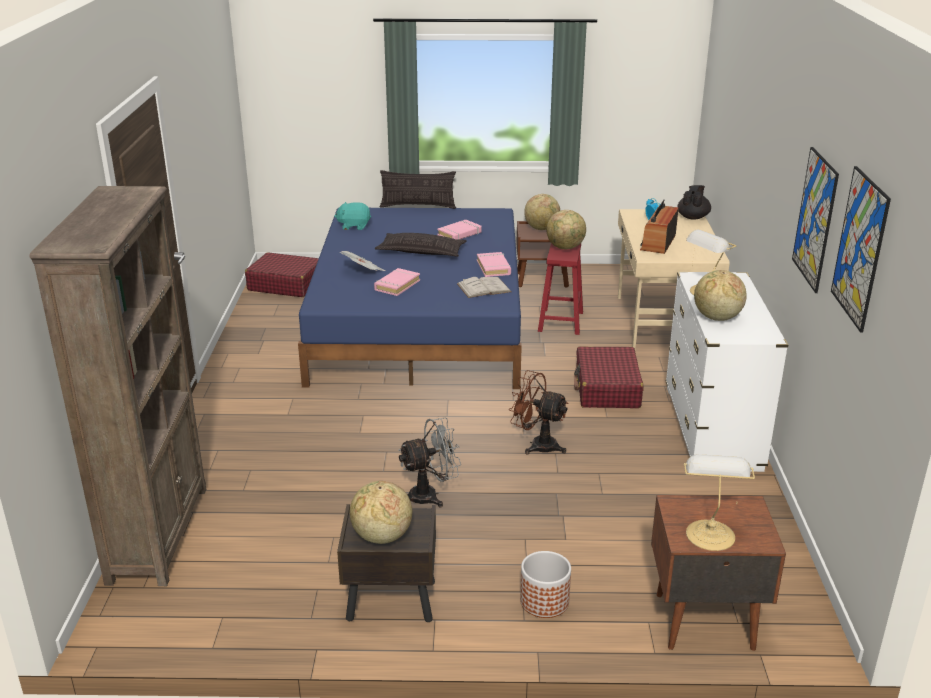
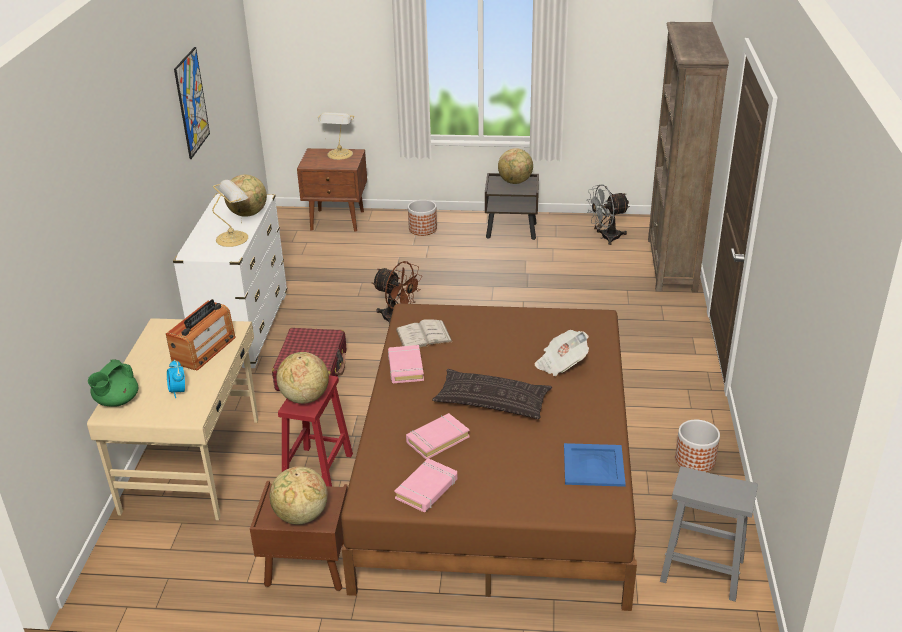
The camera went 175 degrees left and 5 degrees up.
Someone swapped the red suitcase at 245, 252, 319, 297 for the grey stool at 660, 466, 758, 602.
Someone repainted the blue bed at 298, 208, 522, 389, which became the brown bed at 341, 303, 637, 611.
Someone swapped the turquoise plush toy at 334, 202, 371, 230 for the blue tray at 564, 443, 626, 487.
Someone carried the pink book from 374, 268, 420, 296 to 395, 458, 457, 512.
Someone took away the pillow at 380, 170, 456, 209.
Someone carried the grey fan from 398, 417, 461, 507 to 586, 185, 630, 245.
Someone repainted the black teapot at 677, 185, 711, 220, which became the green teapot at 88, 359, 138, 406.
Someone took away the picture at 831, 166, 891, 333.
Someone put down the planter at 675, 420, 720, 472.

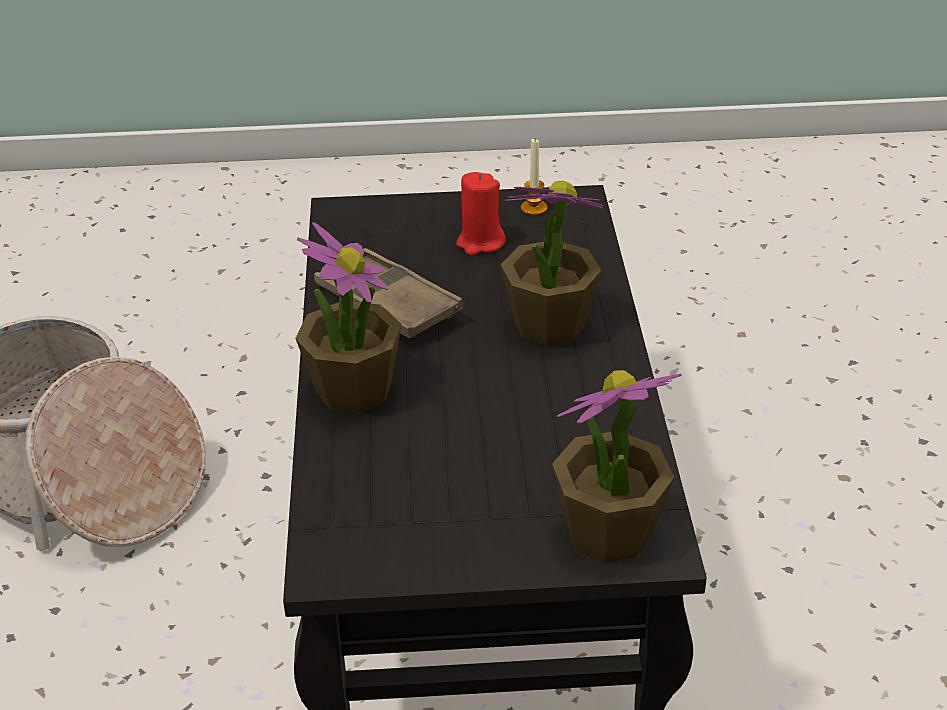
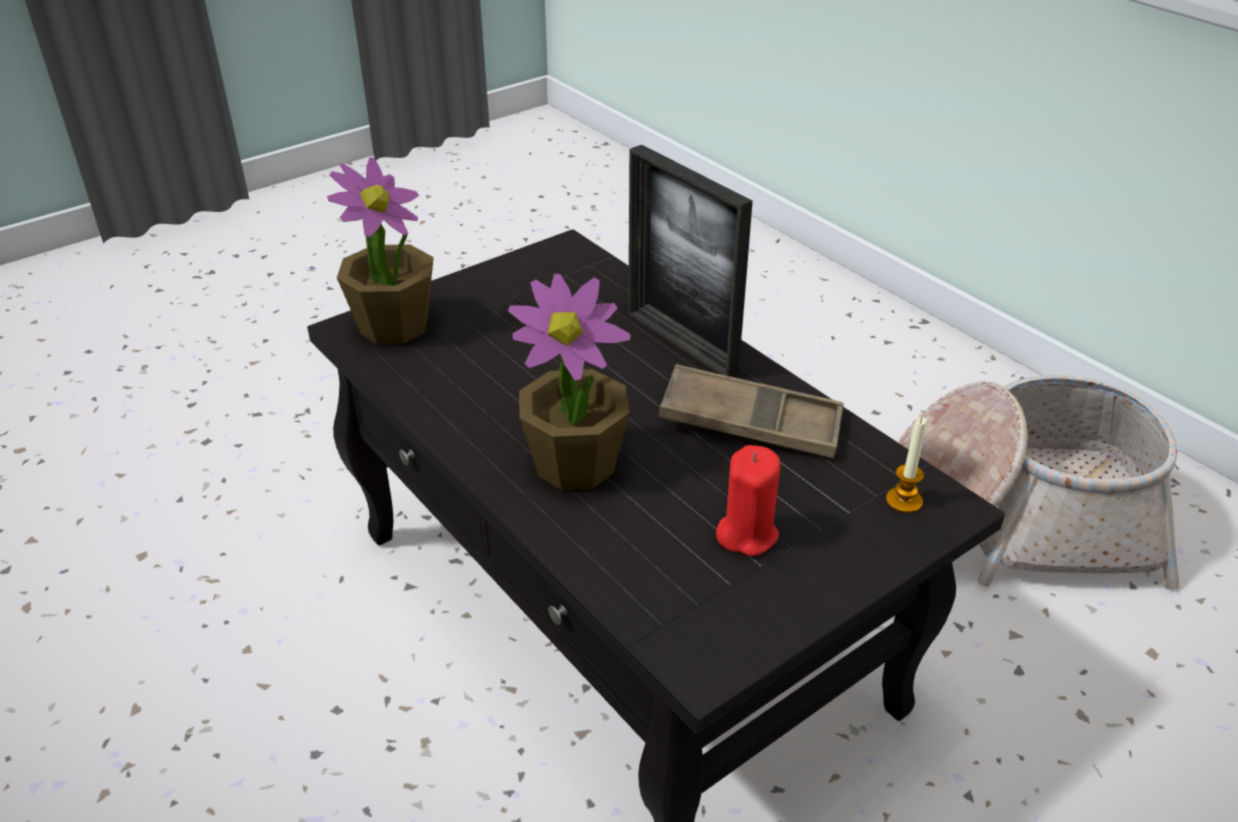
The camera went 145 degrees right and 0 degrees up.
Someone swapped the potted plant at 295, 222, 402, 414 for the picture frame at 628, 145, 753, 377.
Someone carried the candle from 521, 139, 547, 215 to 886, 417, 927, 513.

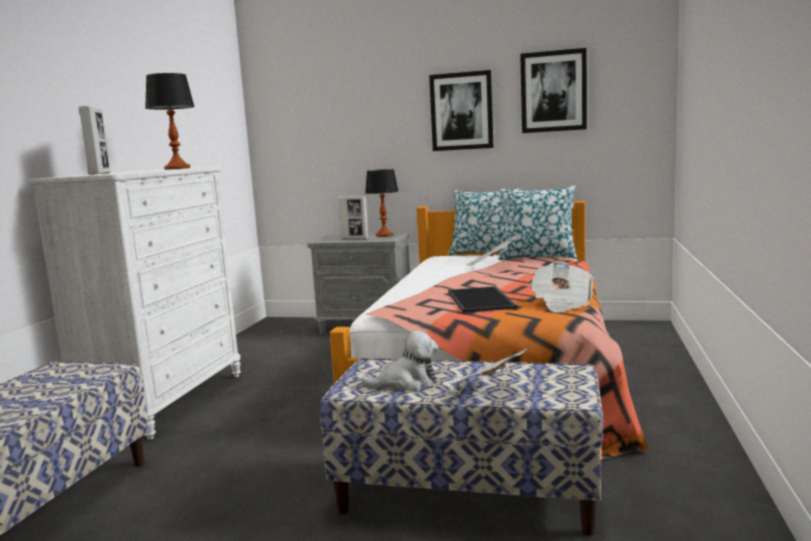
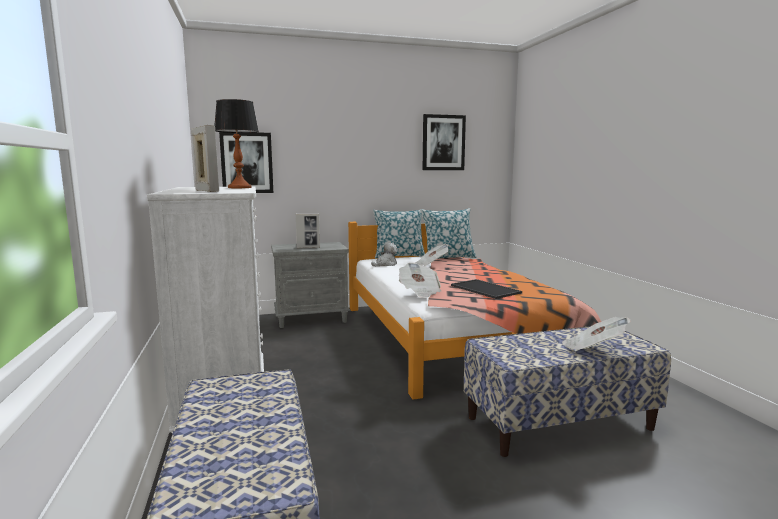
The camera went 30 degrees left and 0 degrees up.
Someone carried the plush toy from 361, 330, 438, 391 to 371, 243, 398, 266.
Someone took away the table lamp at 365, 169, 399, 237.
Someone carried the picture from 429, 70, 493, 151 to 219, 132, 273, 193.
Someone carried the newspaper from 530, 262, 594, 312 to 399, 263, 441, 298.

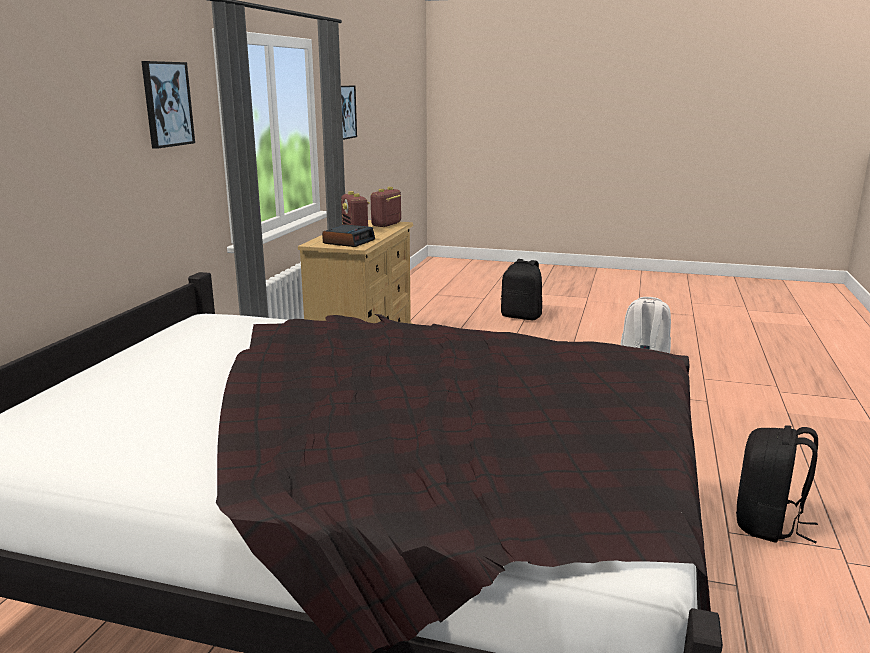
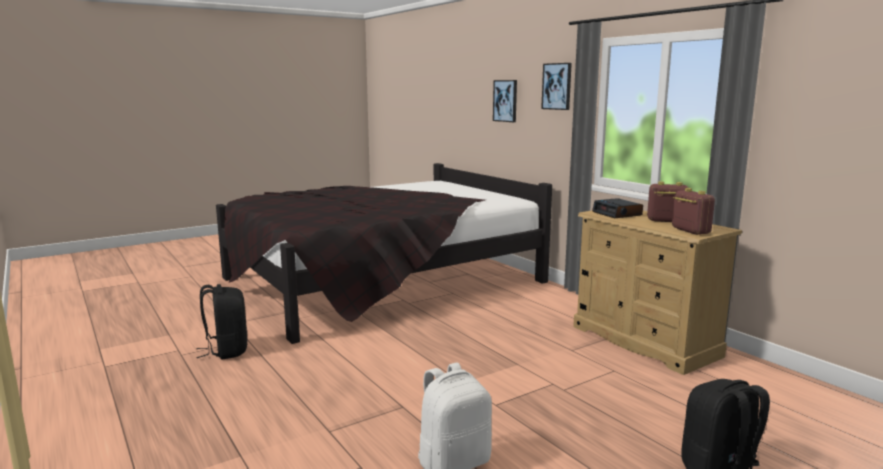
The camera went 130 degrees right and 5 degrees down.
Someone carried the picture from 341, 85, 357, 140 to 493, 80, 517, 122.

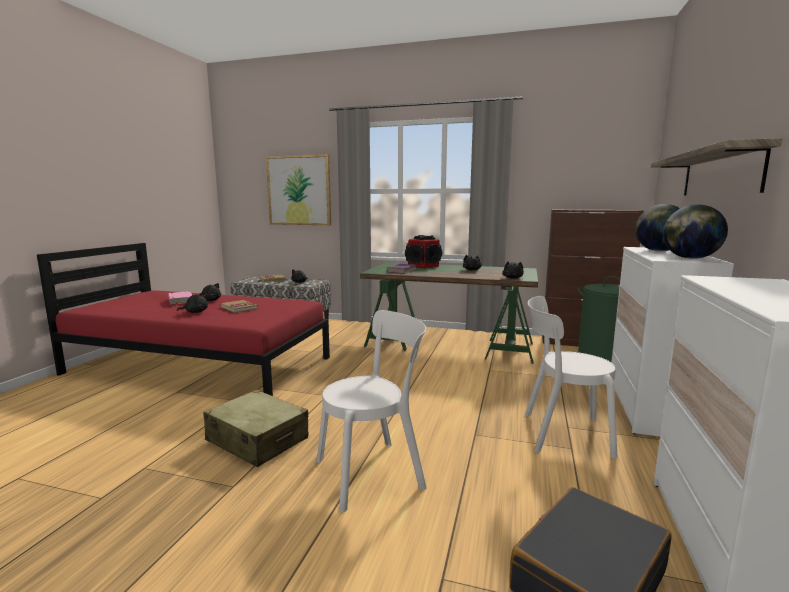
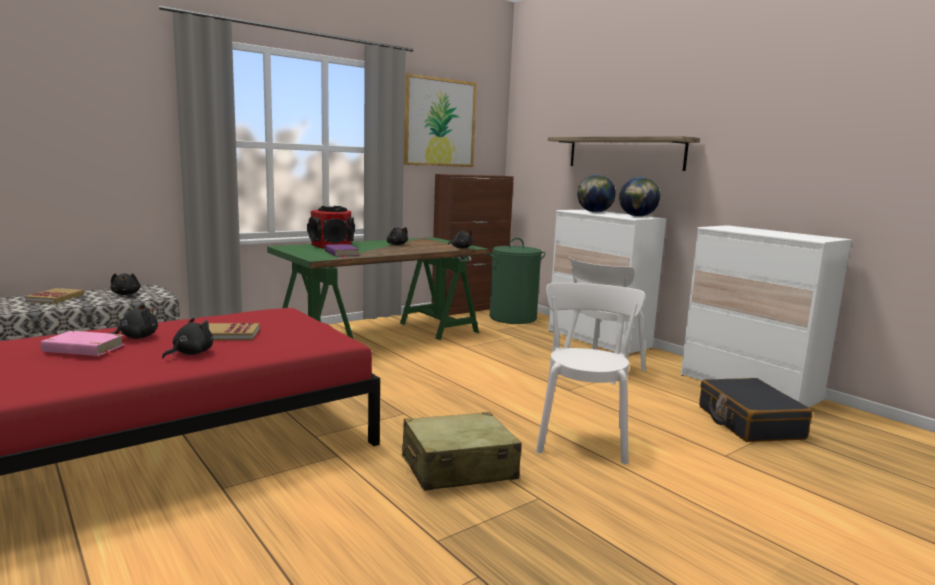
The camera went 55 degrees left and 0 degrees up.
Someone carried the picture from 266, 154, 331, 225 to 404, 73, 477, 167.

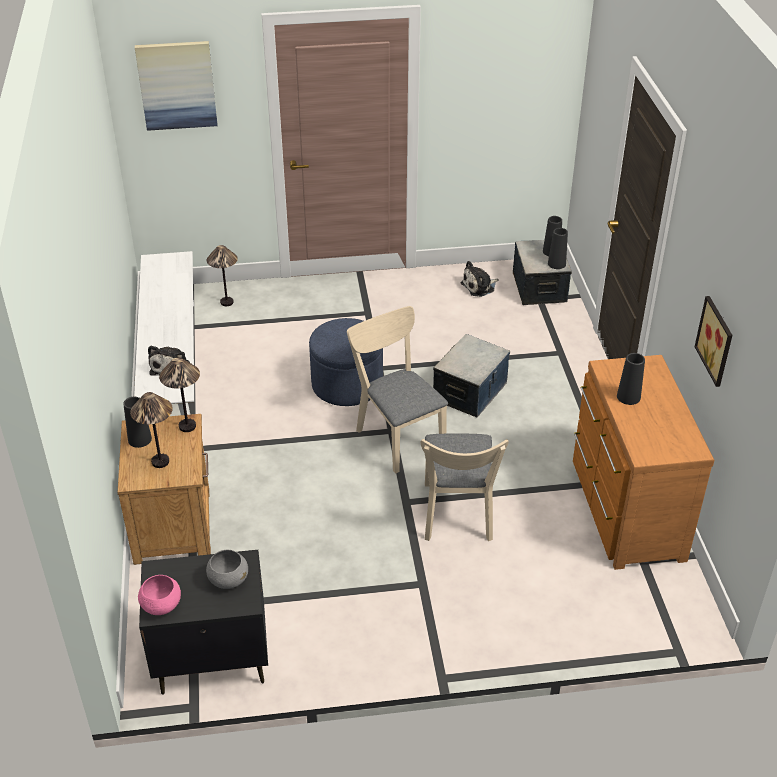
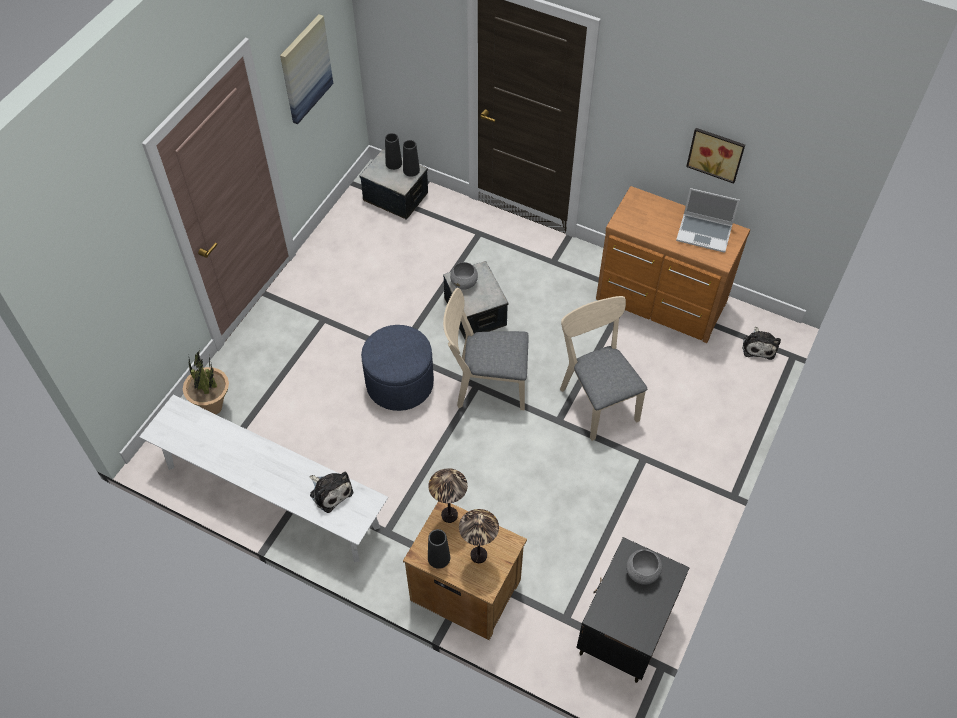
The camera went 55 degrees left and 15 degrees up.
Someone carried the picture from 135, 41, 218, 131 to 280, 14, 333, 124.
Someone took away the pink bowl at 138, 575, 181, 615.
Someone swapped the table lamp at 207, 245, 238, 306 for the potted plant at 183, 349, 229, 414.
Someone rotated the beige chair at 421, 433, 509, 541 by 150 degrees counterclockwise.
Someone carried the plush toy from 461, 261, 498, 297 to 742, 327, 781, 360.
Someone took away the black vase at 617, 353, 645, 405.
Someone put down the grey bowl at 450, 262, 478, 290.
Someone put down the laptop at 676, 188, 740, 253.

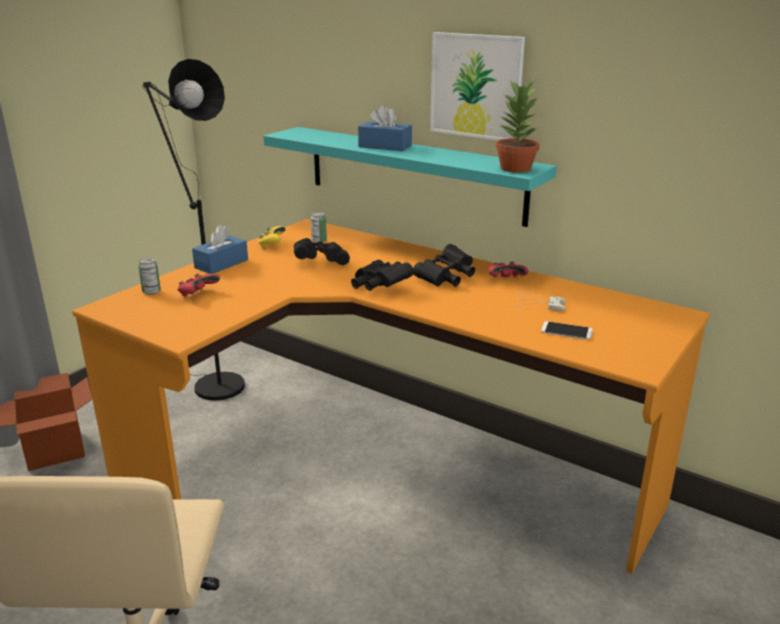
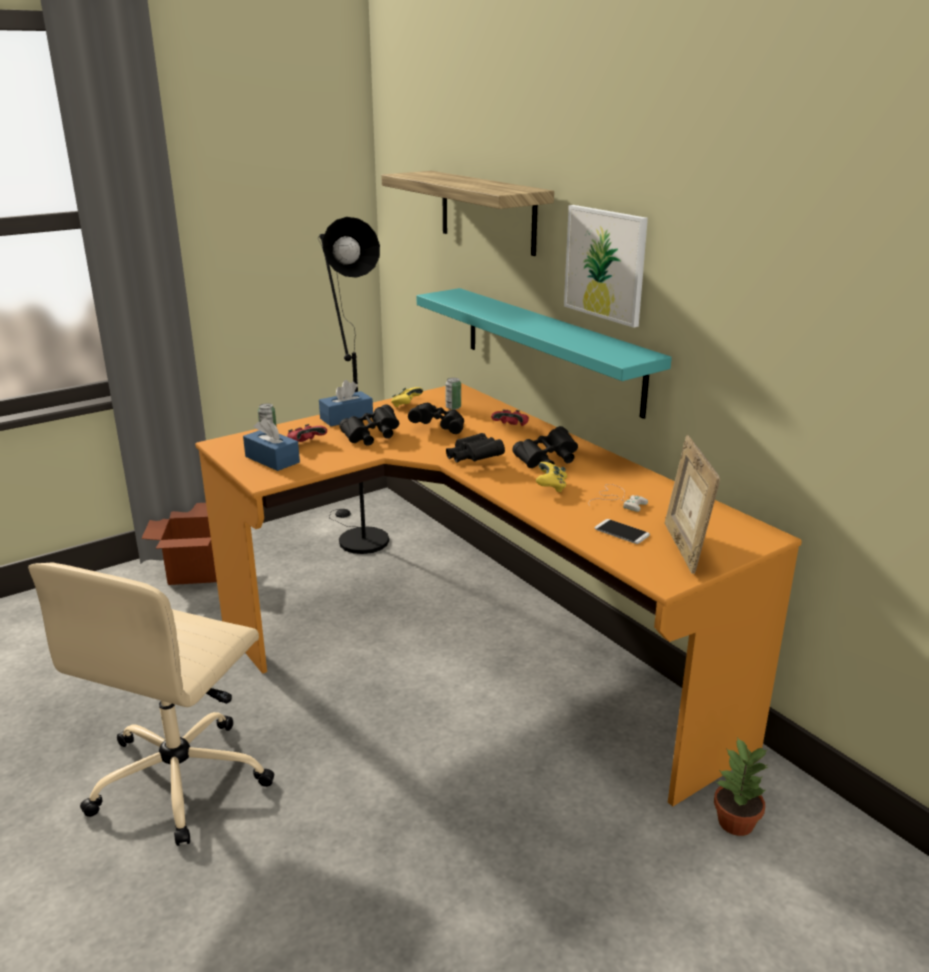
The camera went 20 degrees right and 0 degrees up.
Someone carried the blue tissue box from 358, 105, 412, 151 to 243, 418, 300, 471.
Someone carried the red game controller from 488, 261, 528, 277 to 491, 410, 529, 426.
Someone carried the potted plant from 496, 78, 540, 173 to 714, 737, 768, 836.
Someone put down the black binoculars at 339, 405, 399, 446.
Someone put up the shelf at 381, 171, 554, 256.
Someone put down the yellow game controller at 536, 462, 567, 493.
Someone put down the picture frame at 665, 435, 720, 574.

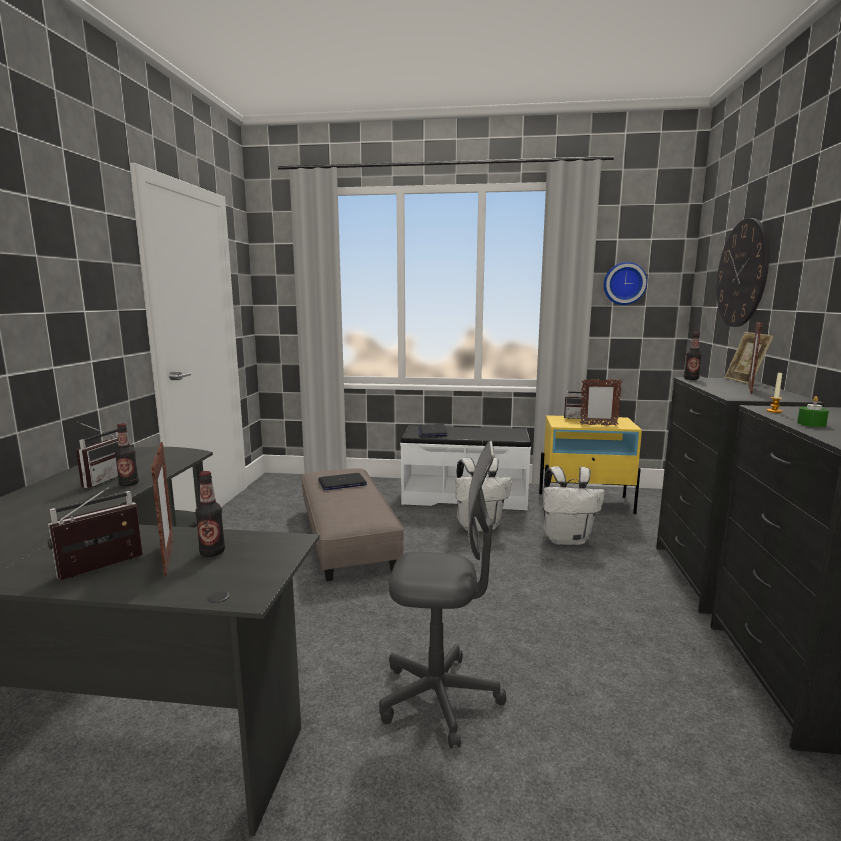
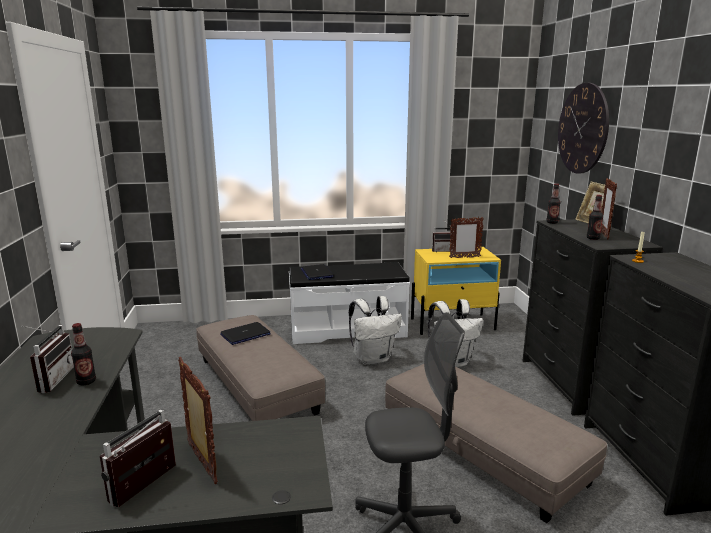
The camera went 15 degrees left and 5 degrees up.
Someone carried the bottle from 195, 471, 225, 557 to 587, 195, 603, 240.
Someone took away the wall clock at 604, 262, 647, 305.
Someone took away the green candle at 797, 396, 829, 427.
Someone put down the grey ottoman at 385, 364, 607, 523.

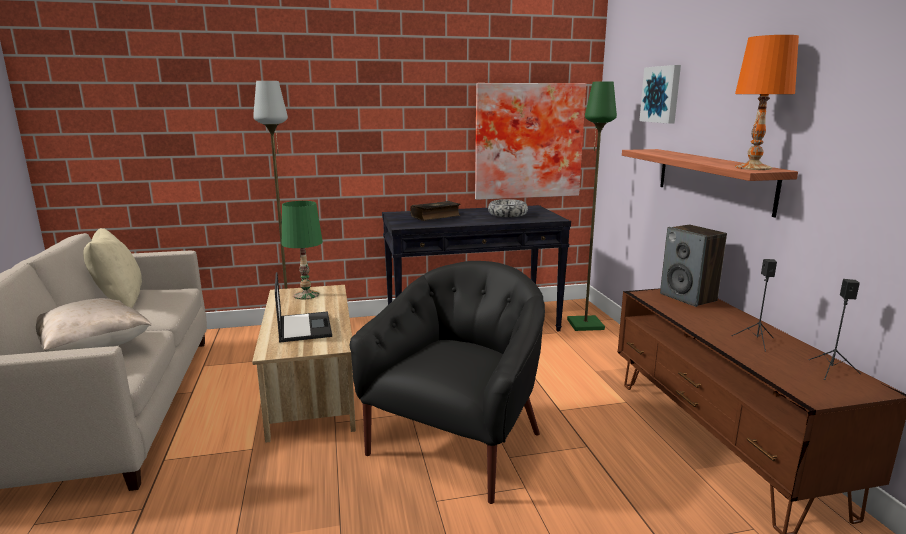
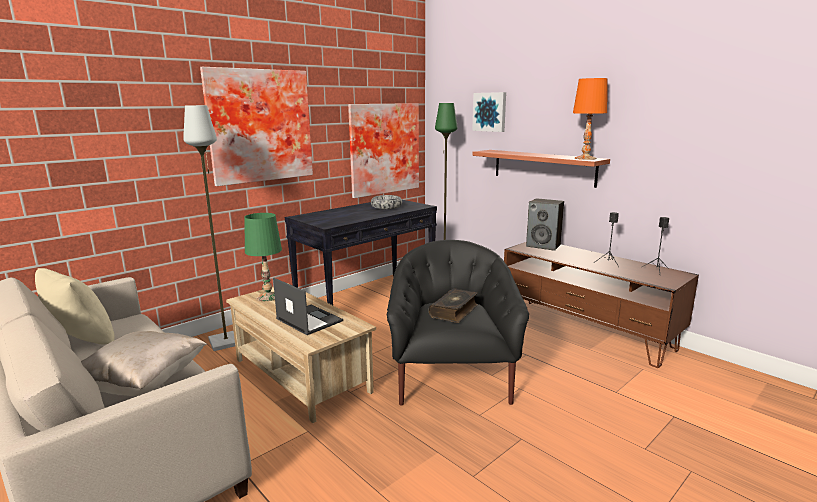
The camera went 30 degrees left and 0 degrees up.
Someone carried the book from 410, 201, 460, 221 to 429, 288, 478, 323.
Someone put up the picture at 200, 67, 313, 186.

